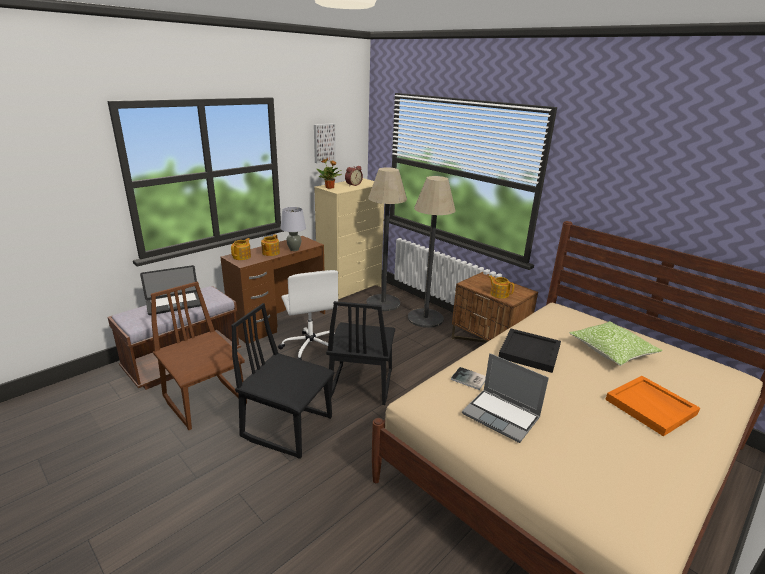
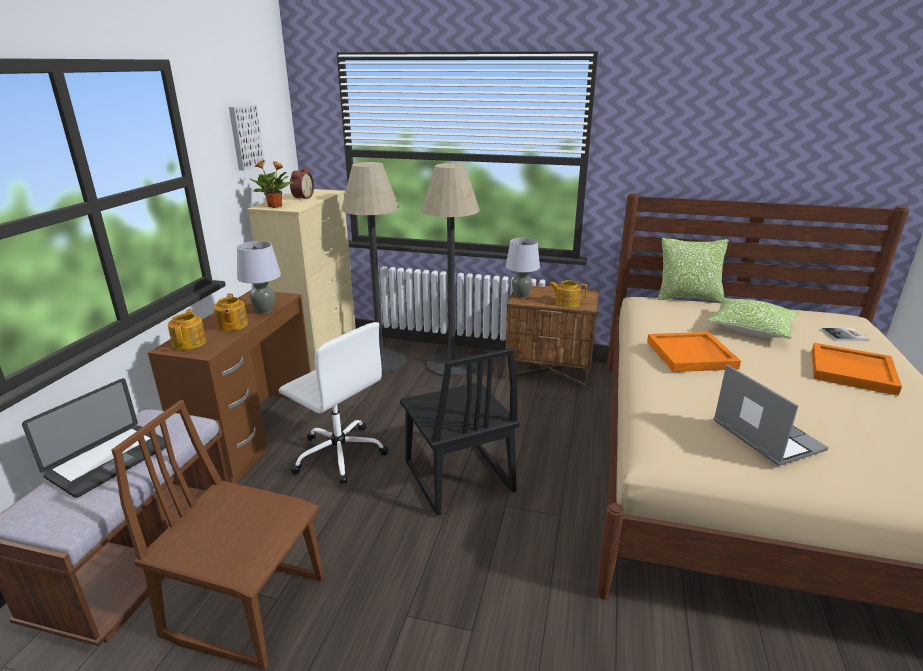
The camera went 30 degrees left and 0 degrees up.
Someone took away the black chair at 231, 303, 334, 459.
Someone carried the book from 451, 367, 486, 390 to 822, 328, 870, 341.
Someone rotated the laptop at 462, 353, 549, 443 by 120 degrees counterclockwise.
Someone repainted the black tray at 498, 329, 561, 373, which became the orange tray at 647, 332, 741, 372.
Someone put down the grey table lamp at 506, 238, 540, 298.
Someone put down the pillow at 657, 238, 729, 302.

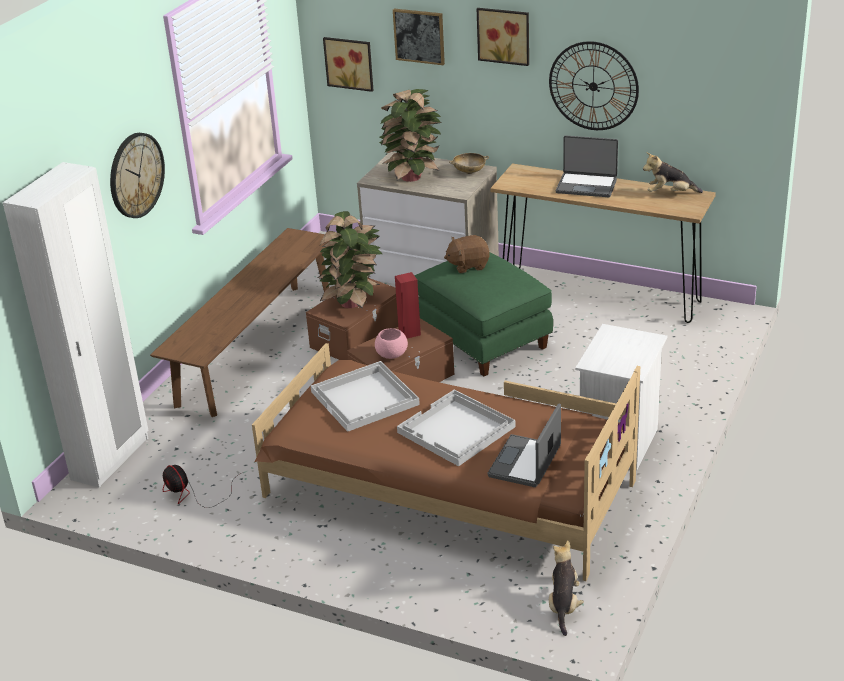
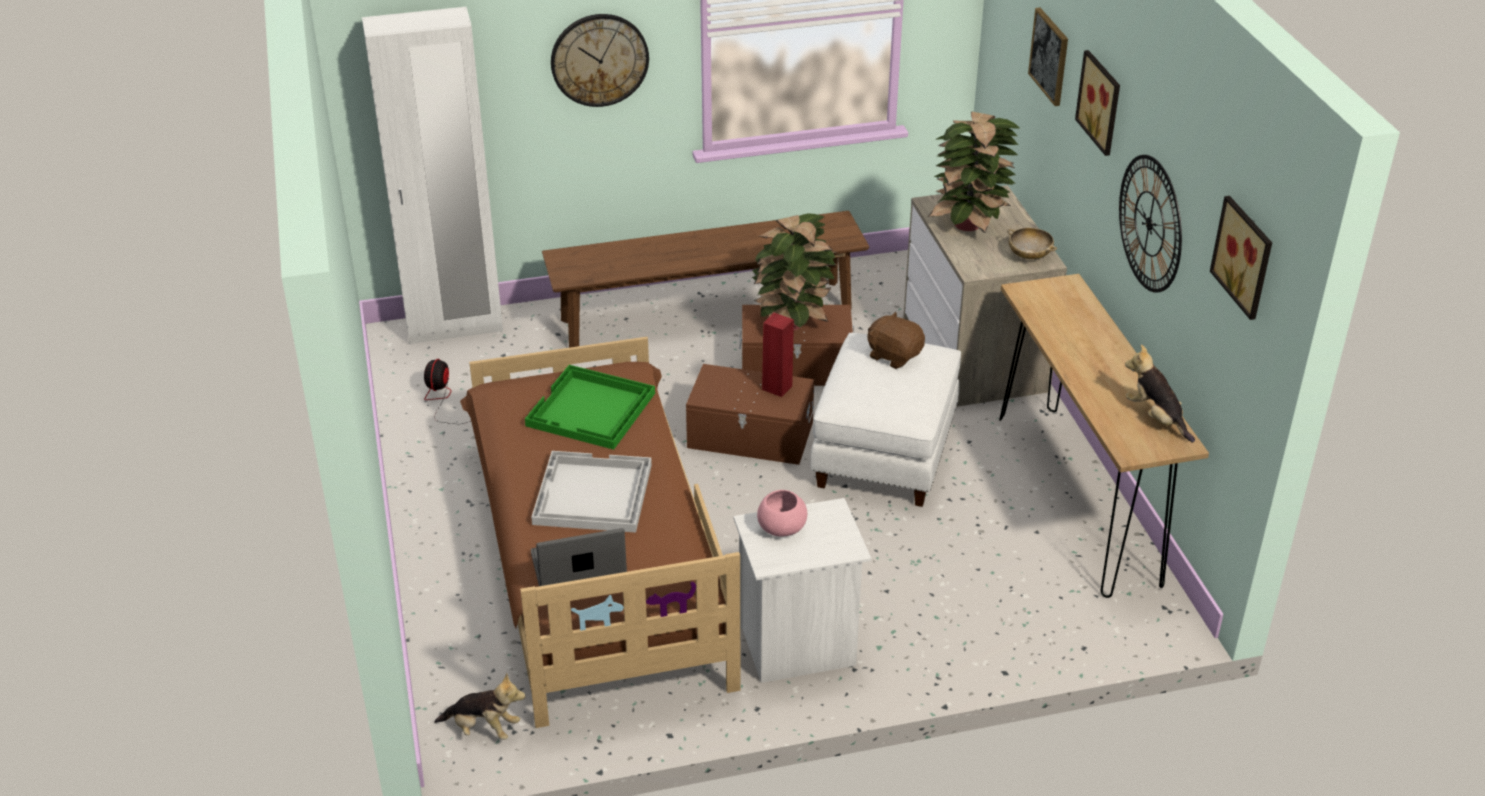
The camera went 50 degrees right and 5 degrees up.
Someone repainted the white tray at 311, 361, 420, 432, which became the green tray at 525, 365, 655, 450.
Someone carried the picture from 323, 37, 374, 92 to 1210, 196, 1272, 320.
Someone carried the pink bowl from 375, 328, 408, 359 to 757, 490, 807, 537.
Someone repainted the green ottoman at 414, 252, 553, 376, which became the white ottoman at 810, 333, 961, 507.
Someone rotated the plush toy at 549, 540, 584, 636 by 45 degrees clockwise.
Someone took away the laptop at 556, 135, 618, 197.

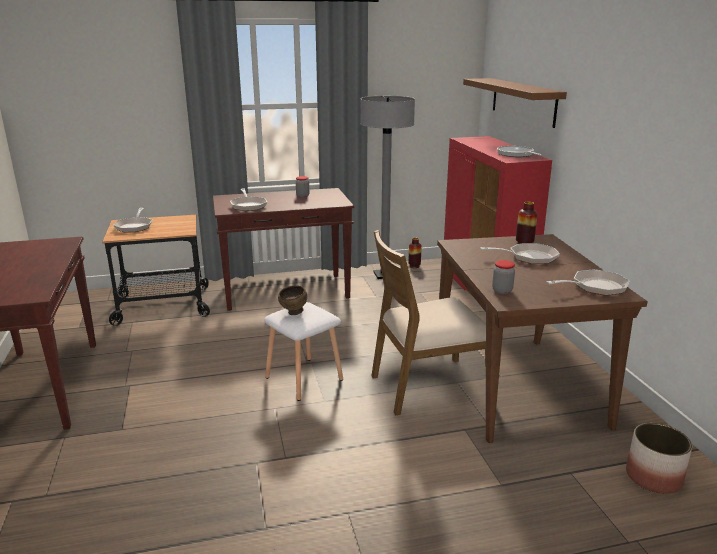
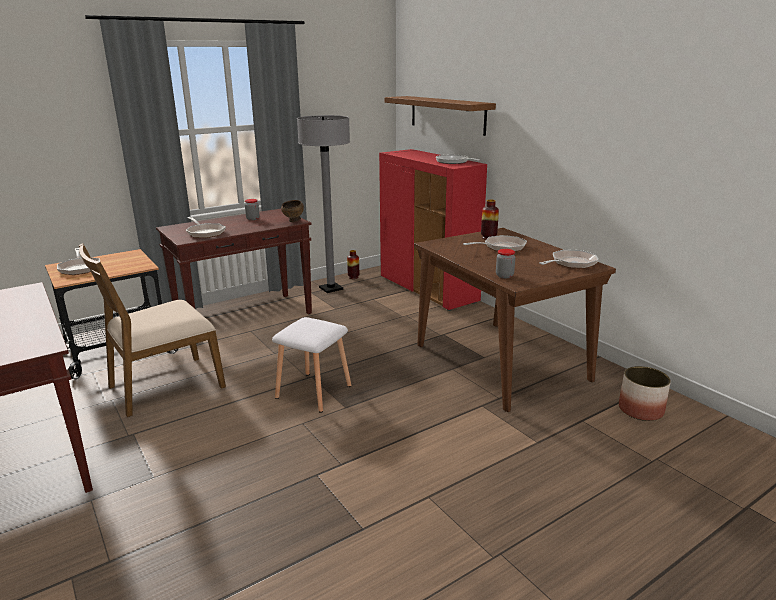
The camera went 20 degrees left and 0 degrees up.
Someone carried the brown bowl from 278, 285, 307, 315 to 281, 200, 304, 222.
Someone carried the brown chair from 371, 230, 486, 416 to 79, 243, 226, 417.

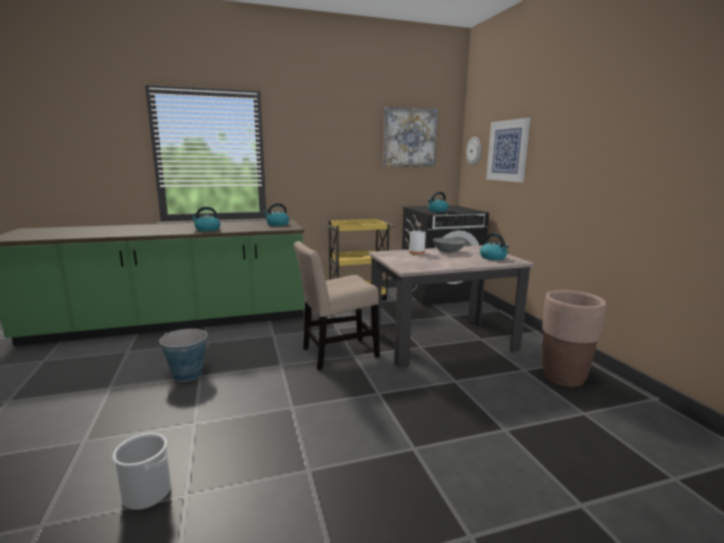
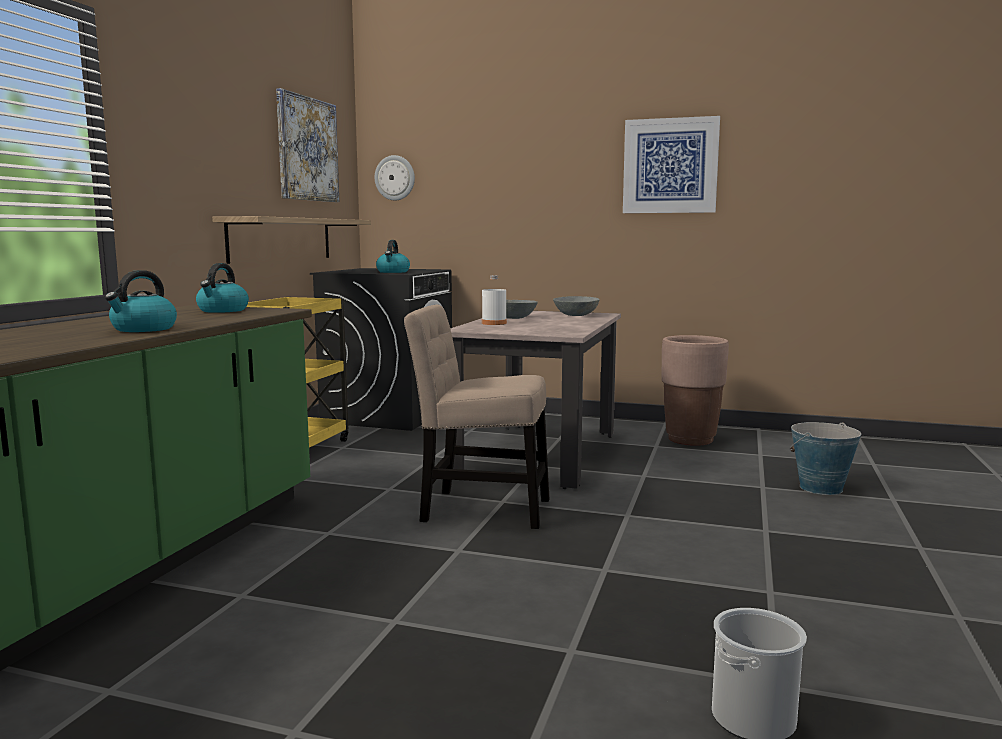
The camera went 55 degrees left and 5 degrees down.
Someone carried the bucket from 159, 329, 209, 382 to 790, 422, 861, 495.
Someone rotated the beige chair at 294, 241, 380, 370 by 90 degrees clockwise.
Someone swapped the kettle at 480, 233, 509, 260 for the grey bowl at 553, 296, 600, 316.
Someone carried the picture from 486, 118, 530, 182 to 623, 116, 720, 213.
Someone put up the shelf at 212, 216, 371, 264.

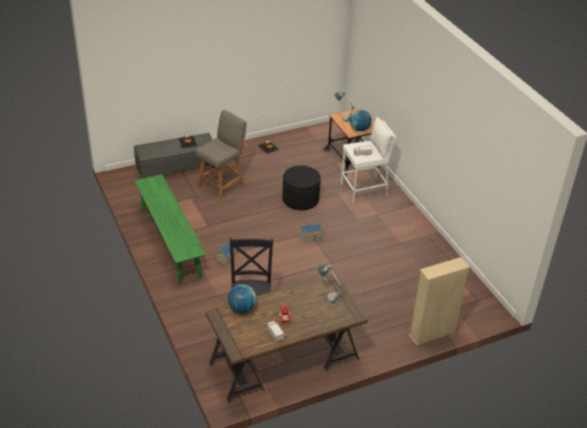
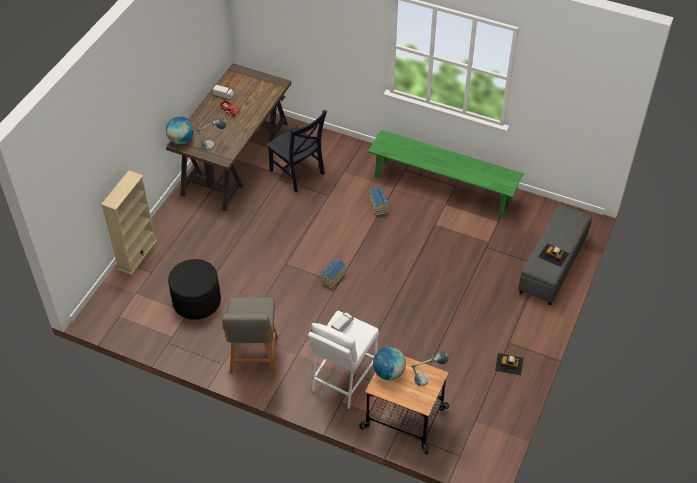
The camera went 140 degrees right and 10 degrees up.
Someone carried the grey chair from 195, 110, 247, 200 to 222, 297, 278, 374.
Someone carried the globe from 228, 284, 256, 313 to 166, 116, 194, 144.
Someone carried the black ottoman from 282, 165, 321, 210 to 168, 259, 221, 320.

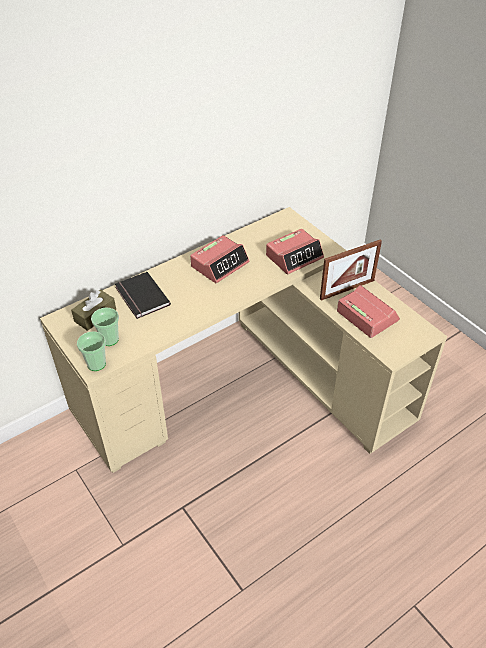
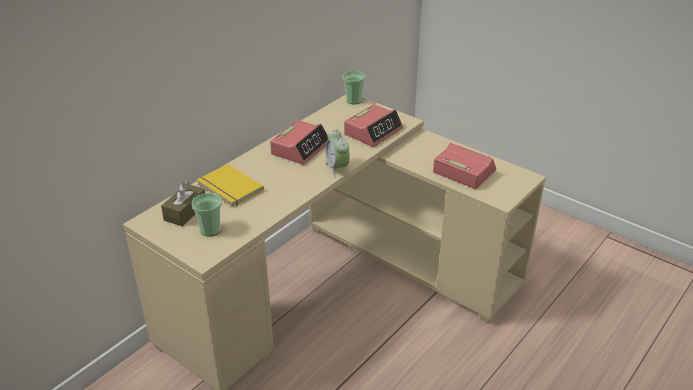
The camera went 15 degrees left and 10 degrees down.
Someone carried the cup from 77, 331, 106, 371 to 343, 71, 365, 104.
Someone repainted the black book at 115, 272, 171, 319, which became the yellow book at 197, 164, 264, 208.
Someone took away the picture frame at 320, 240, 382, 301.
Someone put down the alarm clock at 325, 130, 350, 177.

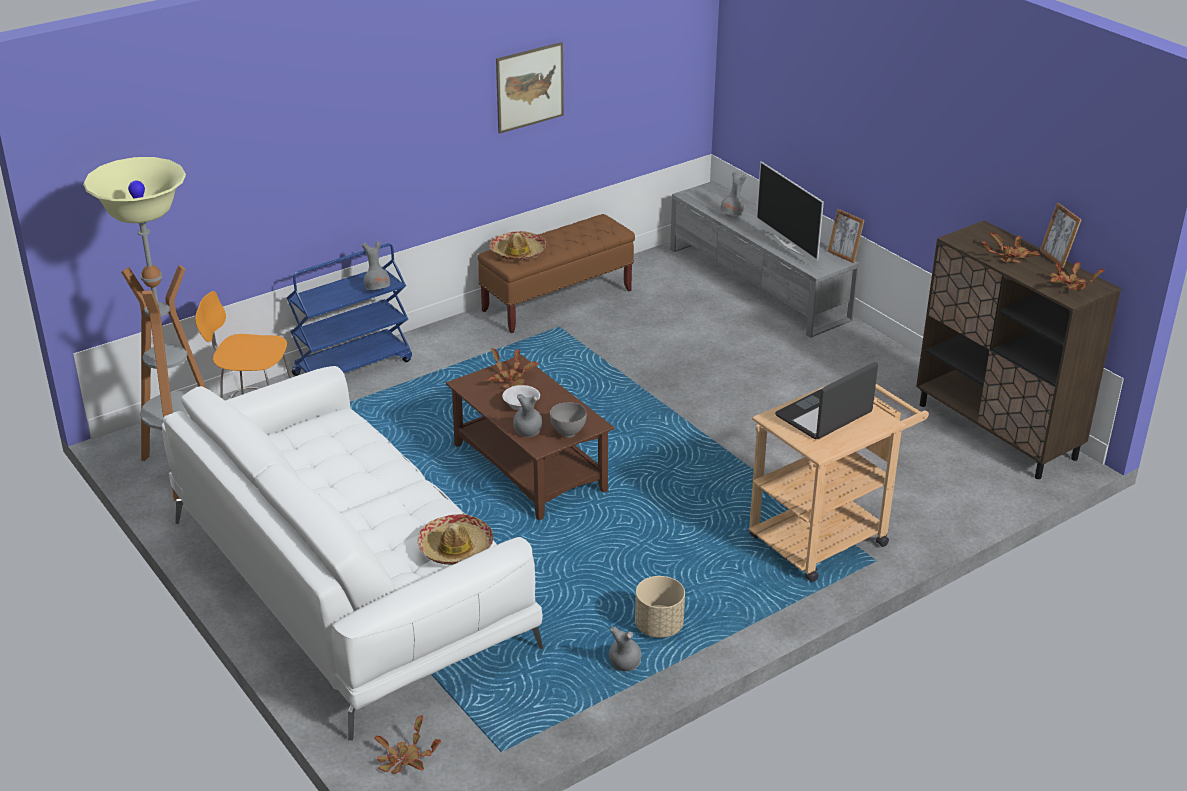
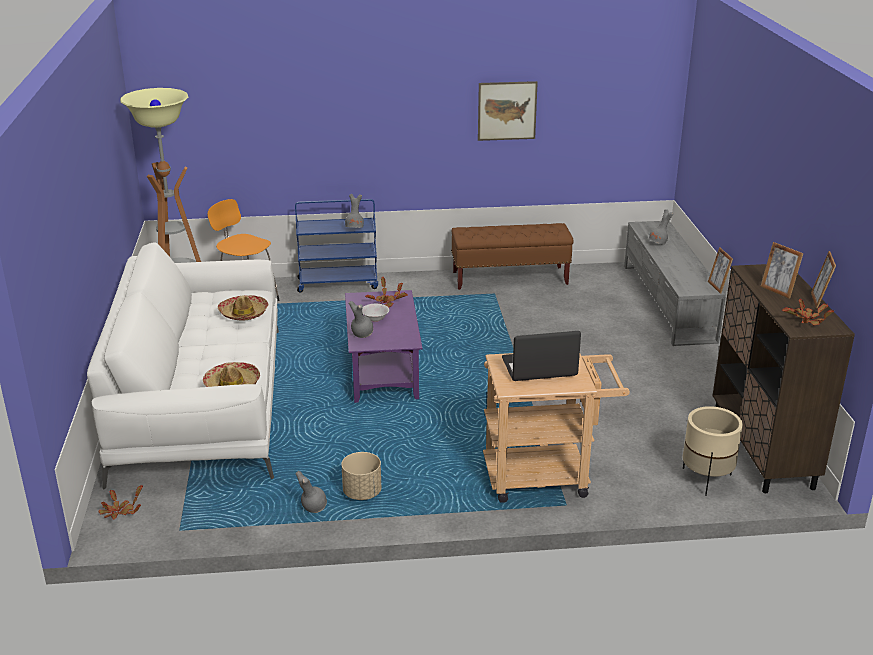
The camera went 30 degrees right and 5 degrees down.
Someone repainted the brown coffee table at 446, 355, 614, 520, which became the purple coffee table at 345, 290, 423, 403.
Someone carried the hat from 489, 231, 546, 261 to 218, 295, 269, 320.
Someone took away the grey bowl at 550, 402, 587, 438.
Someone took away the television at 757, 161, 824, 261.
Someone swapped the potted plant at 982, 232, 1040, 263 for the picture frame at 760, 242, 804, 299.
Someone put down the beige planter at 683, 406, 743, 496.

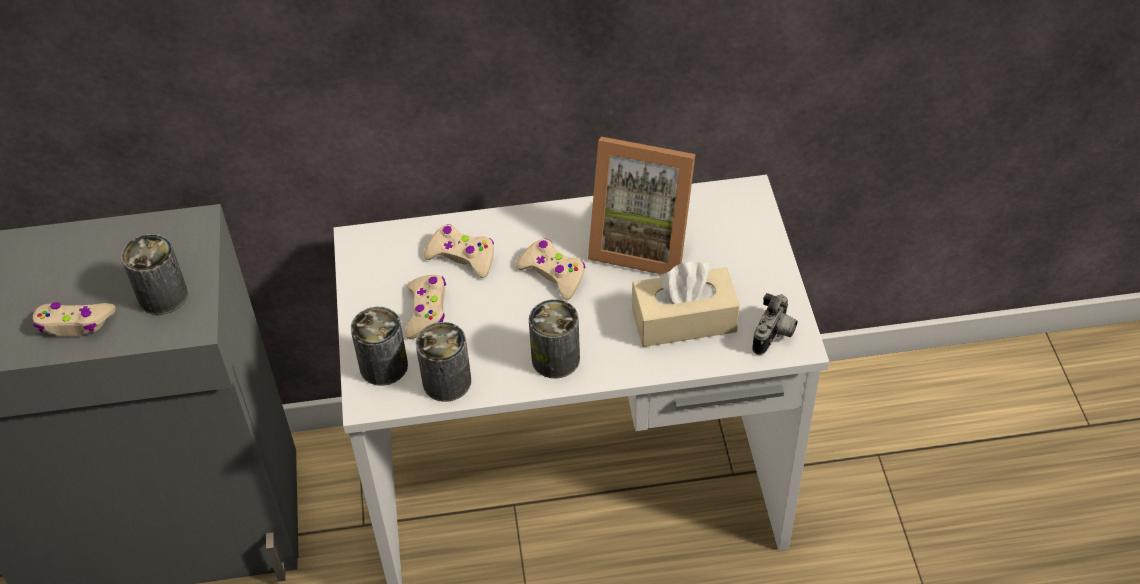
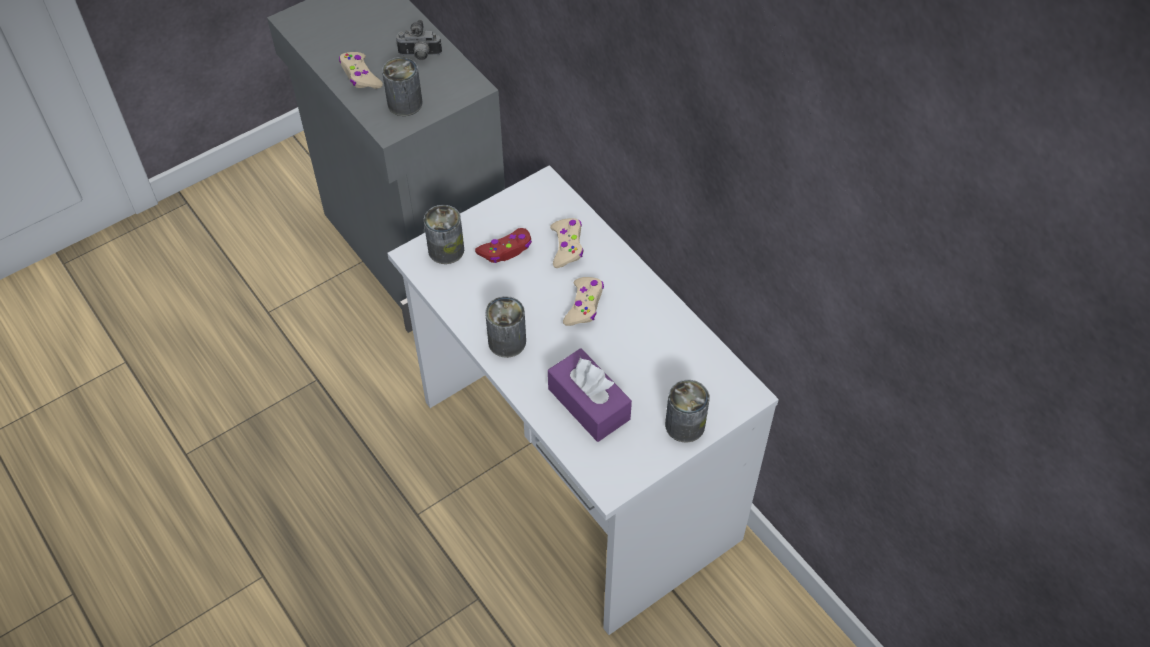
The camera went 60 degrees right and 5 degrees up.
Someone repainted the beige game controller at 405, 275, 446, 339, which became the red game controller at 475, 228, 532, 263.
Someone carried the can from 416, 322, 471, 402 to 665, 380, 710, 442.
Someone took away the picture frame at 588, 137, 695, 274.
Someone repainted the beige tissue box at 632, 261, 740, 347, which became the purple tissue box at 548, 348, 632, 442.
Someone carried the photo camera from 752, 293, 798, 355 to 396, 20, 442, 60.

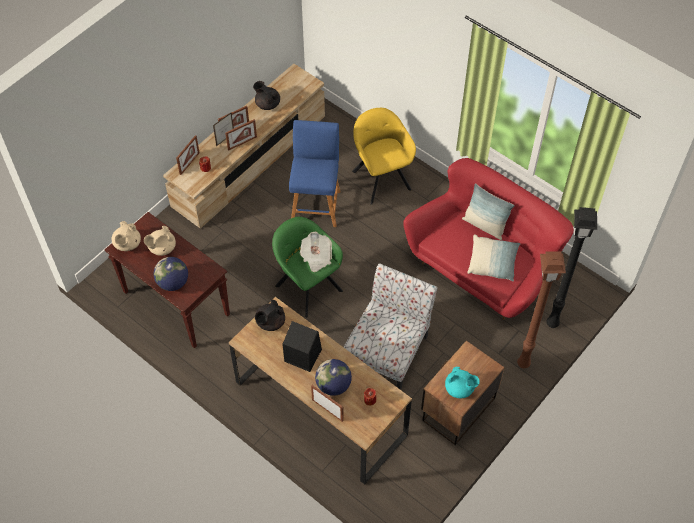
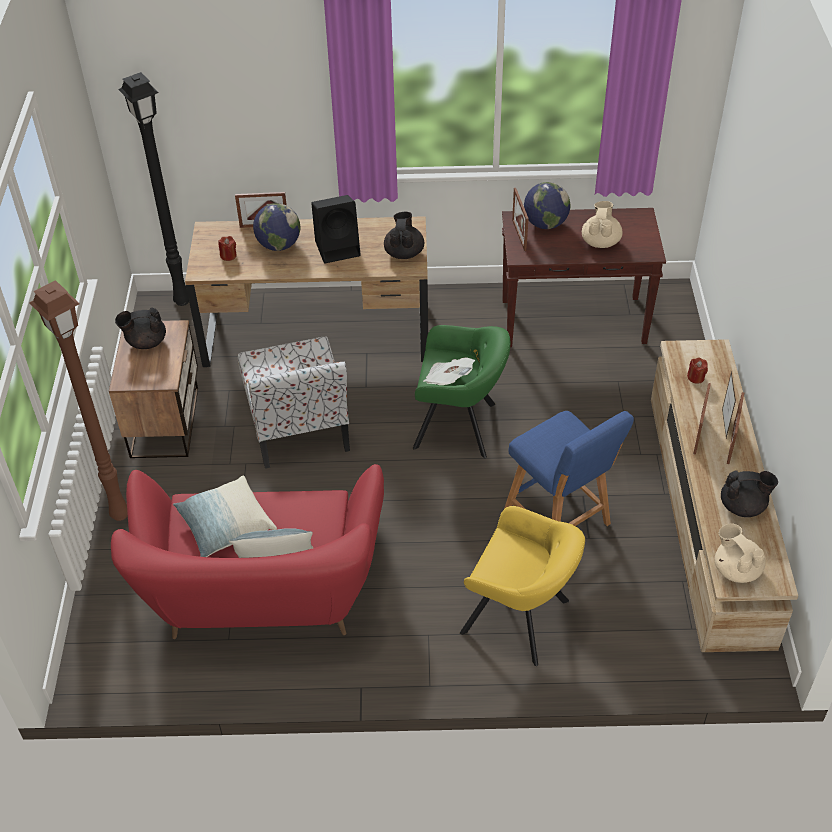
The camera went 140 degrees right and 10 degrees down.
Someone carried the beige teapot from 112, 221, 141, 251 to 715, 523, 765, 583.
Someone carried the picture frame from 176, 135, 200, 175 to 512, 188, 528, 251.
Someone repainted the turquoise teapot at 445, 367, 480, 398, which became the black teapot at 115, 307, 166, 349.
Someone carried the black floor lamp from 546, 207, 597, 328 to 118, 72, 189, 306.

